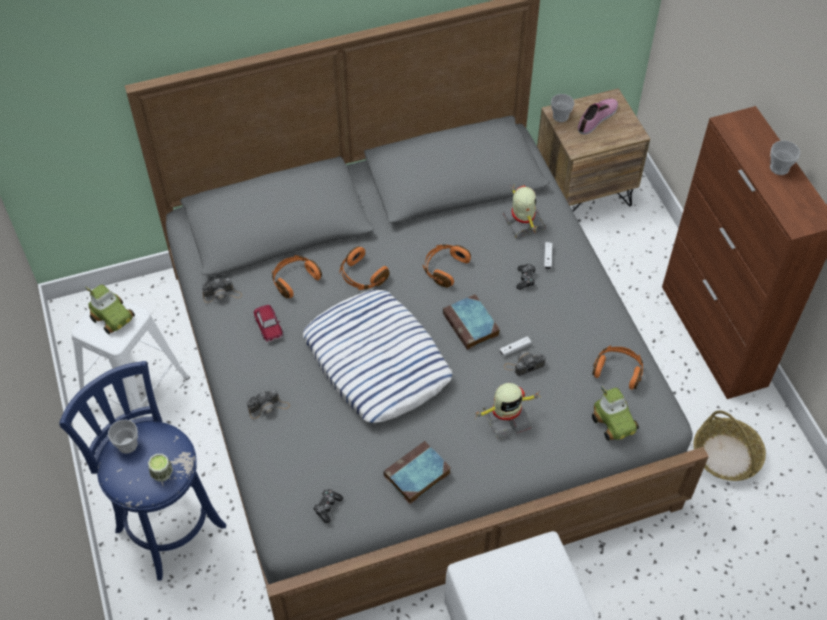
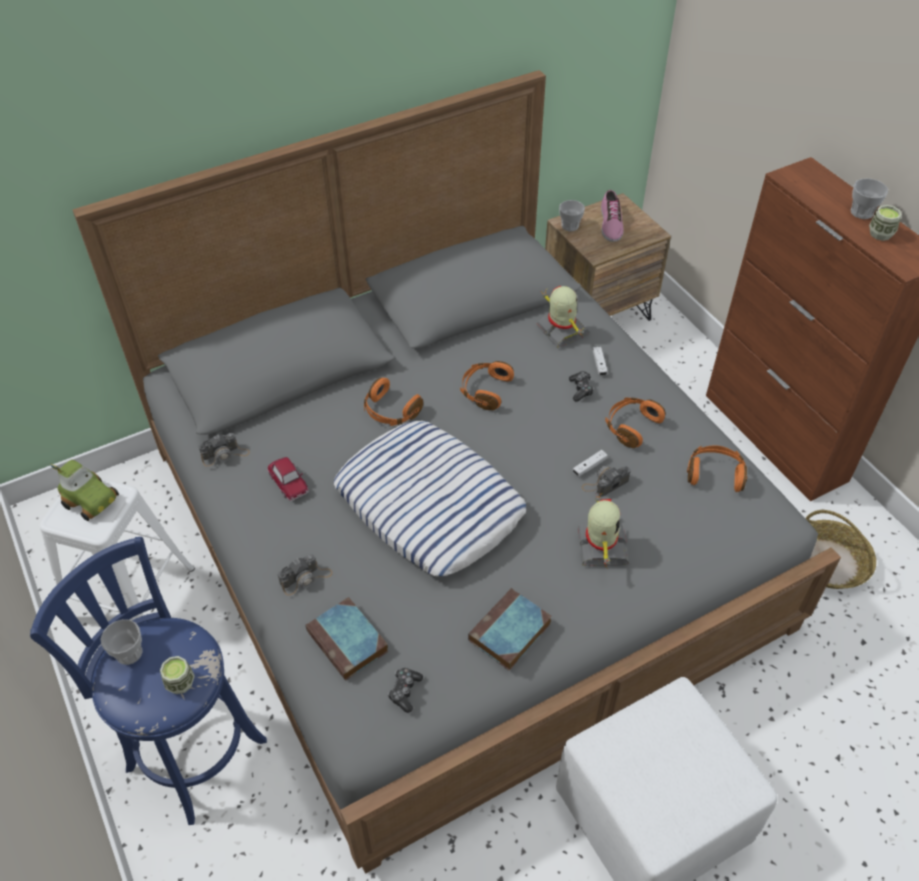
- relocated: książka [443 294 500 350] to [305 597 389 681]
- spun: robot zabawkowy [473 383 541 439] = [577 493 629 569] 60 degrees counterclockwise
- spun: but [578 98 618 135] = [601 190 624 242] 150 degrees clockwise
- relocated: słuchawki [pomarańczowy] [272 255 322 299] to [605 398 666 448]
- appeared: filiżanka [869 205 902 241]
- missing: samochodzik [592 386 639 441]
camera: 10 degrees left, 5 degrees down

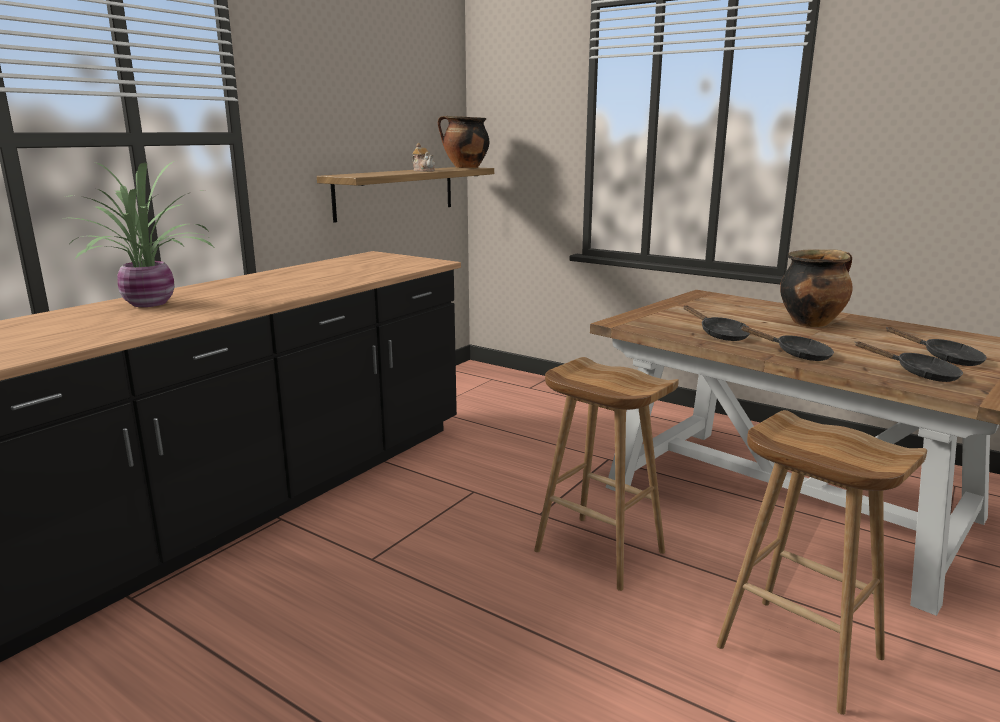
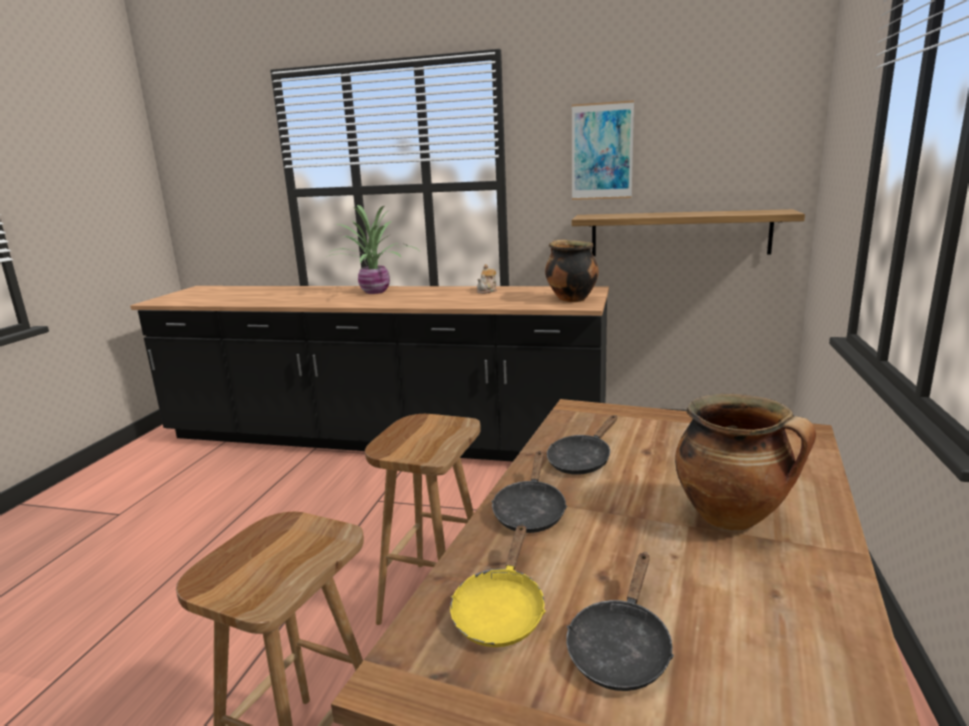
- colour: patelnia [czarny] [856 341 963 382] to patelnia [żółty] [450 524 546 647]
- relocated: imbryk [412 143 435 172] to [477 264 497 294]
- relocated: garnek [438 116 489 168] to [545 239 599 302]
- appeared: obraz [572 100 634 200]
camera: 70 degrees right, 0 degrees up

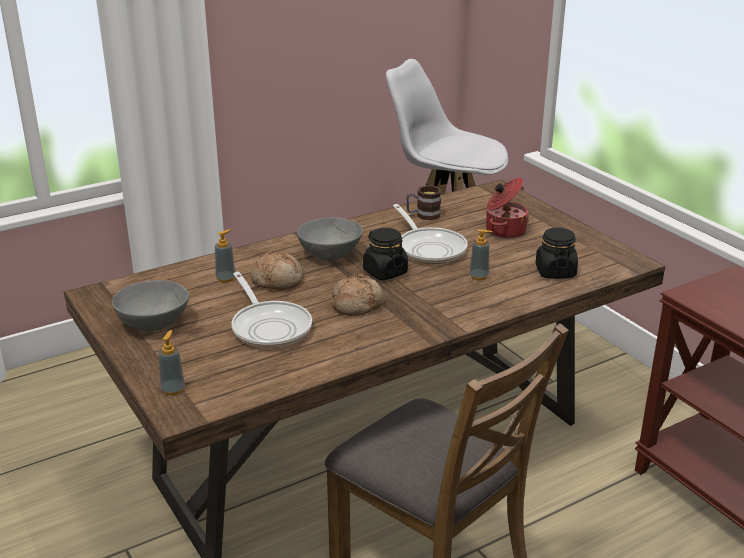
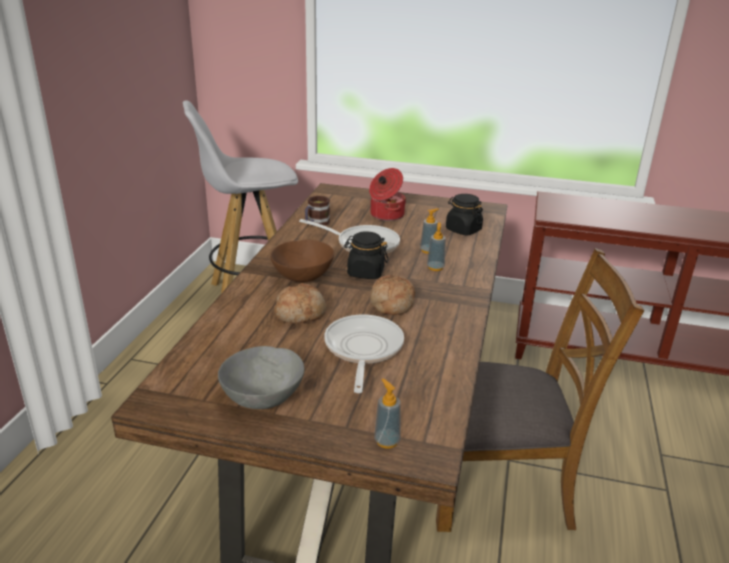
- colour: miska [szary] [297 217 363 261] to miska [brązowy] [270 240 334 282]
- spun: patelnia [231 272 312 348] = [324 315 404 393] 105 degrees counterclockwise
- relocated: dozownik mydła [215 229 235 283] to [427 222 446 271]
camera: 45 degrees left, 0 degrees up

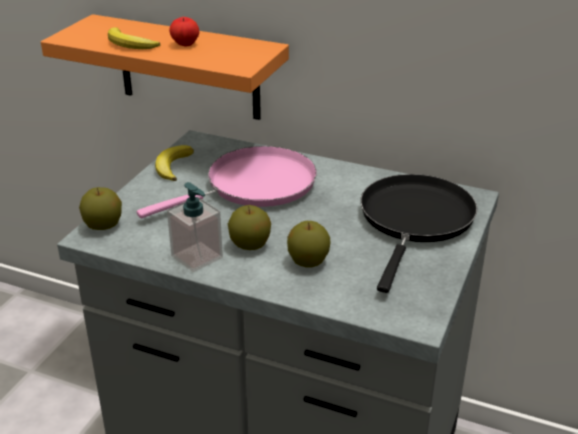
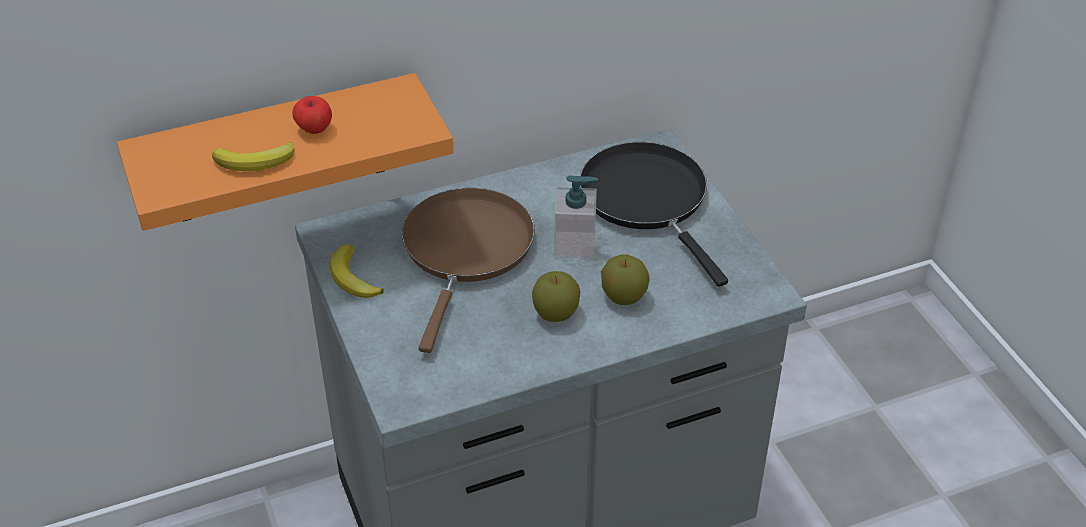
- colour: patelnia [różowy] [137 146 317 218] to patelnia [brązowy] [402 188 535 353]
- relocated: dozownik mydła [167 182 223 272] to [554 175 598 259]
- missing: jabłko [79 187 122 230]
camera: 45 degrees left, 10 degrees up

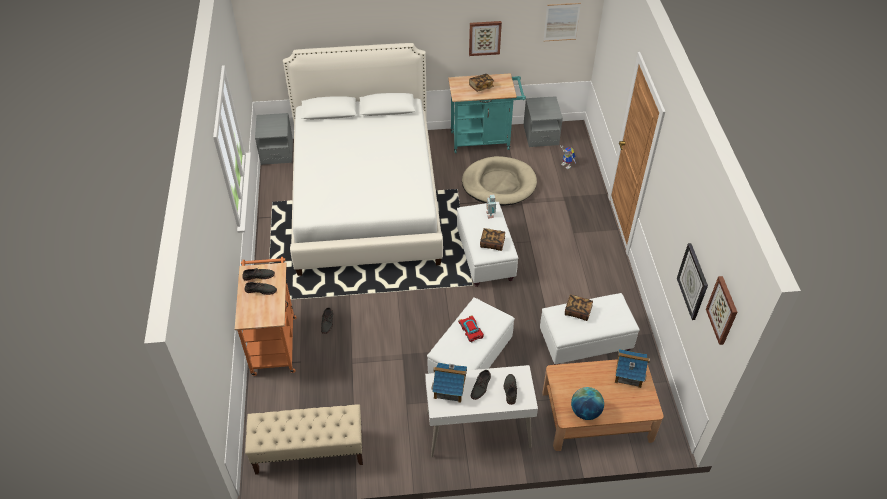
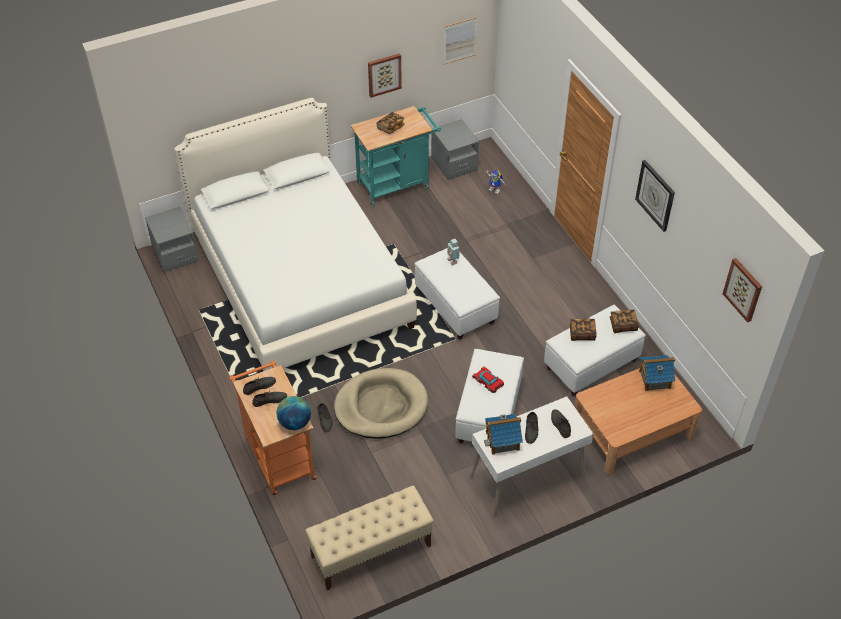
- relocated: globus [571 387 604 420] to [277 396 311 430]
- relocated: legowisko [beżowy] [462 156 537 206] to [334 368 428 439]
- relocated: książka [480 228 505 251] to [610 310 639 333]
- relocated: zegar ścienny [677 243 708 320] to [635 160 675 232]
camera: 20 degrees left, 0 degrees up

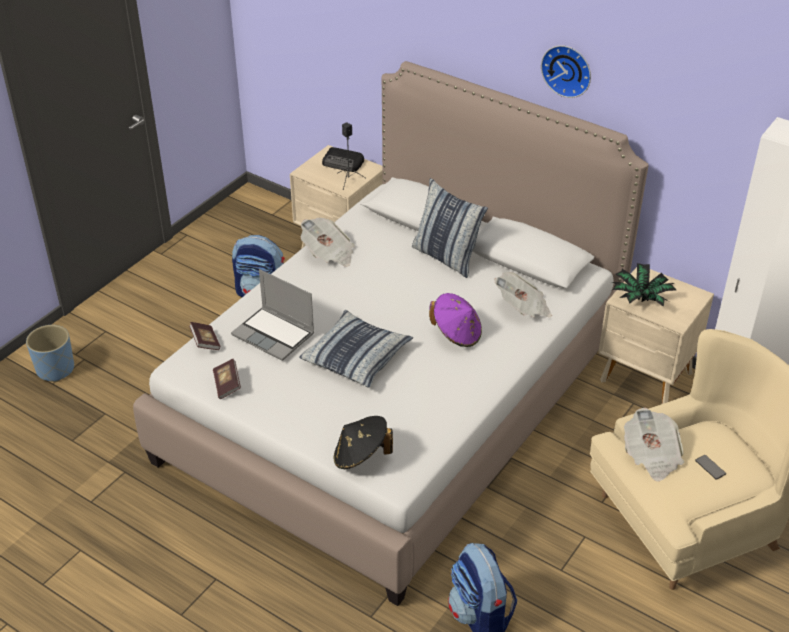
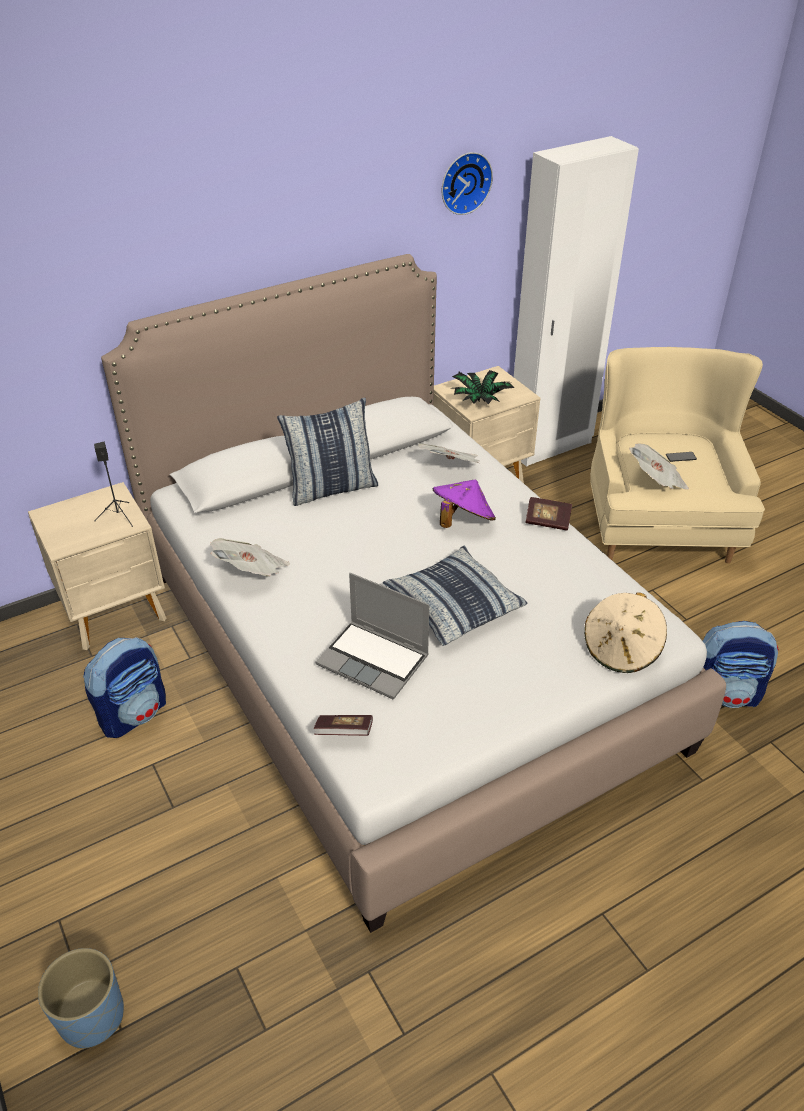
- spun: laptop [231 269 314 361] = [316 573 429 700] 60 degrees clockwise
- relocated: zegar ścienny [541 45 591 98] to [442 152 493 215]
- relocated: książka [213 359 241 399] to [526 497 572 531]
- colour: kapelusz [czarny] [334 416 393 469] to kapelusz [beżowy] [584 592 667 673]
- missing: radio [322 147 364 172]
camera: 65 degrees left, 0 degrees up

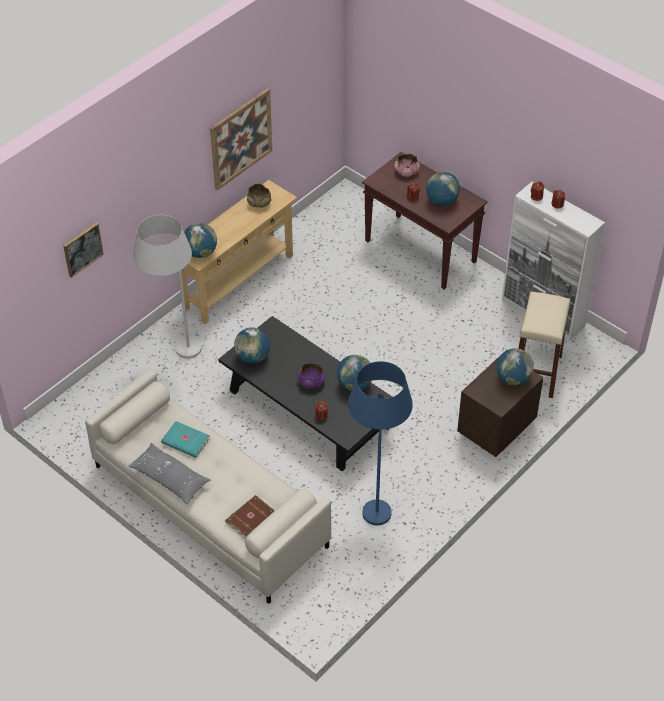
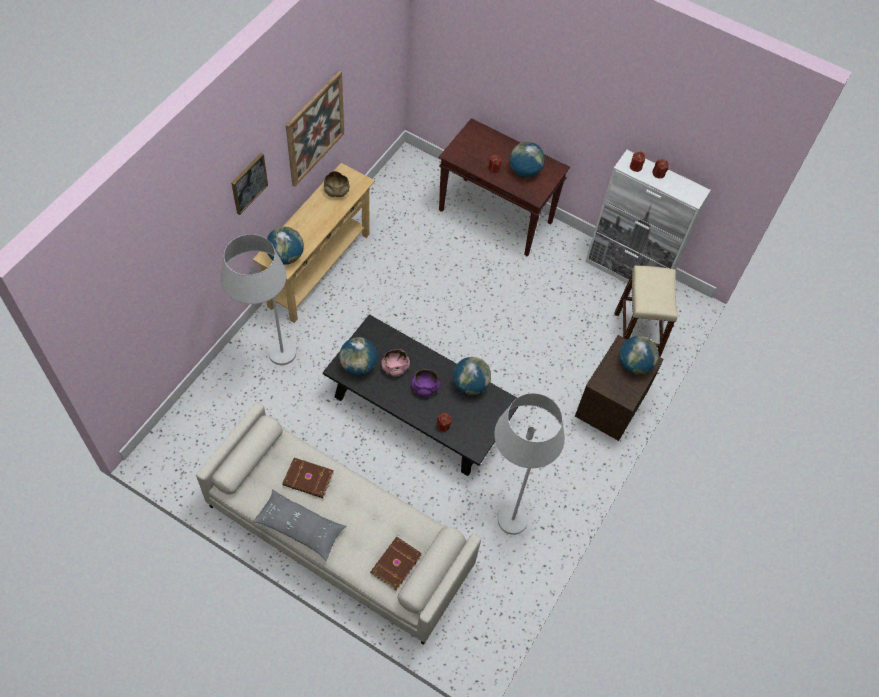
- relocated: obraz [63 222 104 278] to [231 153 268 215]
- colour: książka [turkusowy] [161 421 210 458] to książka [brązowy] [282 458 334 498]
- relocated: miska [różowy] [394 153 420 177] to [381 349 410 376]
- colour: lampa stojąca [niebieski] [348 361 413 526] to lampa stojąca [biały] [494 393 565 535]
camera: 15 degrees left, 10 degrees up

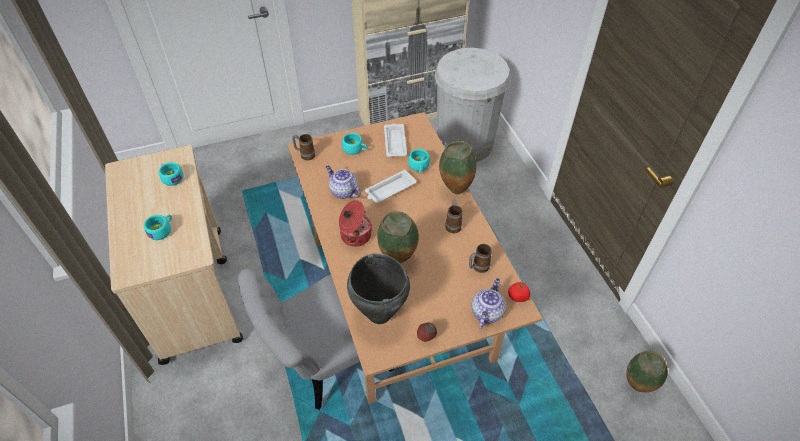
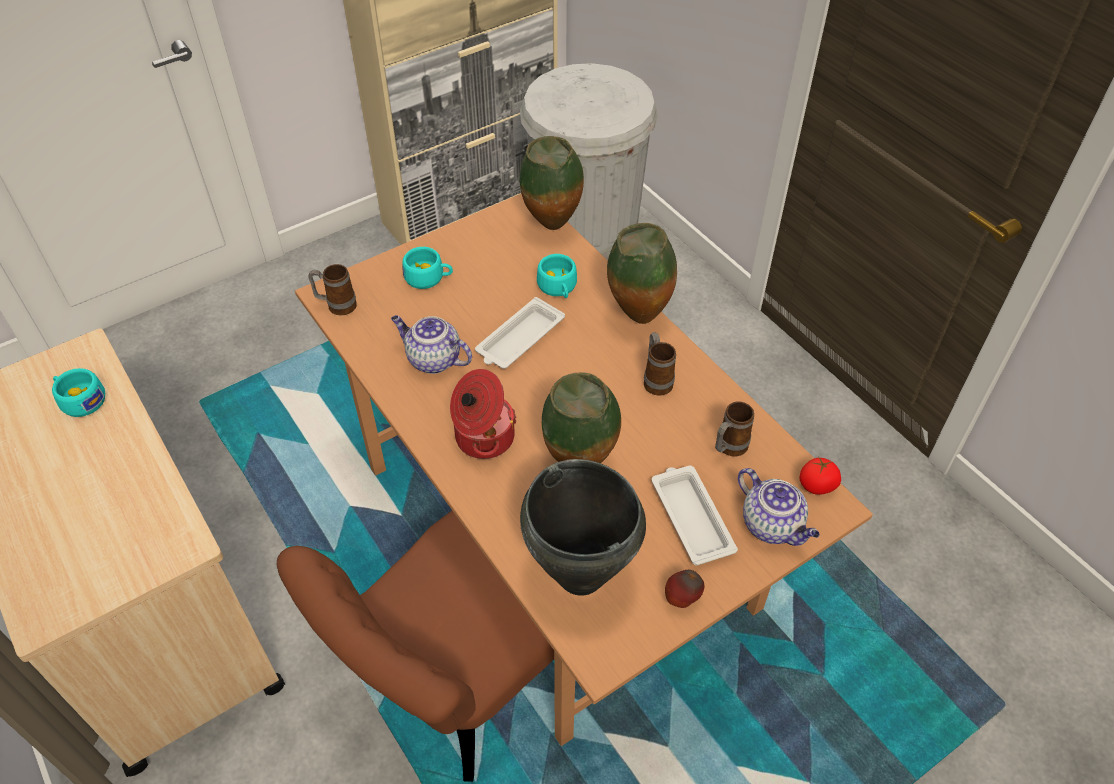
- colour: krzesło [szary] [238 268 394 410] to krzesło [brązowy] [276 511 554 782]
- relocated: wazon [626 351 668 392] to [519 136 584 230]
- relocated: taca [biały] [384 124 407 157] to [652 466 738 566]
- spun: imbryk [471 278 506 329] = [738 468 820 546] 135 degrees clockwise
- missing: filiżanka [turkusowy] [144 215 172 240]
camera: 15 degrees left, 0 degrees up

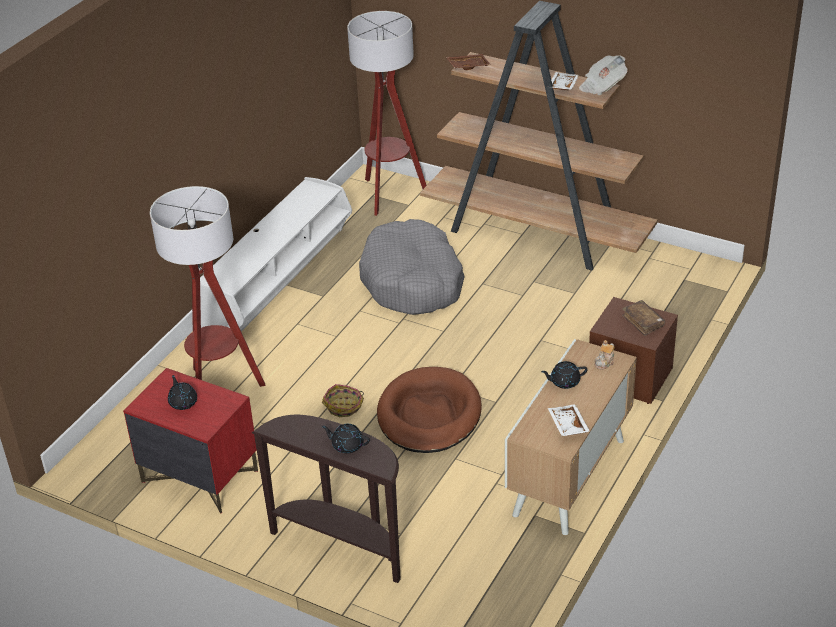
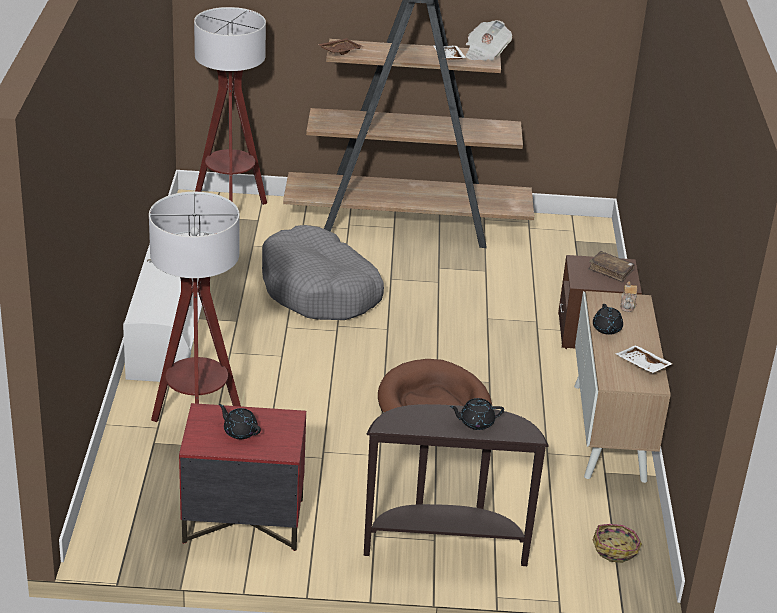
- relocated: koszyk [322 384 364 417] to [592 524 642 563]
- spun: imbryk [czarny] [541 361 587 389] = [593 304 623 335] 60 degrees counterclockwise
camera: 30 degrees left, 5 degrees down

